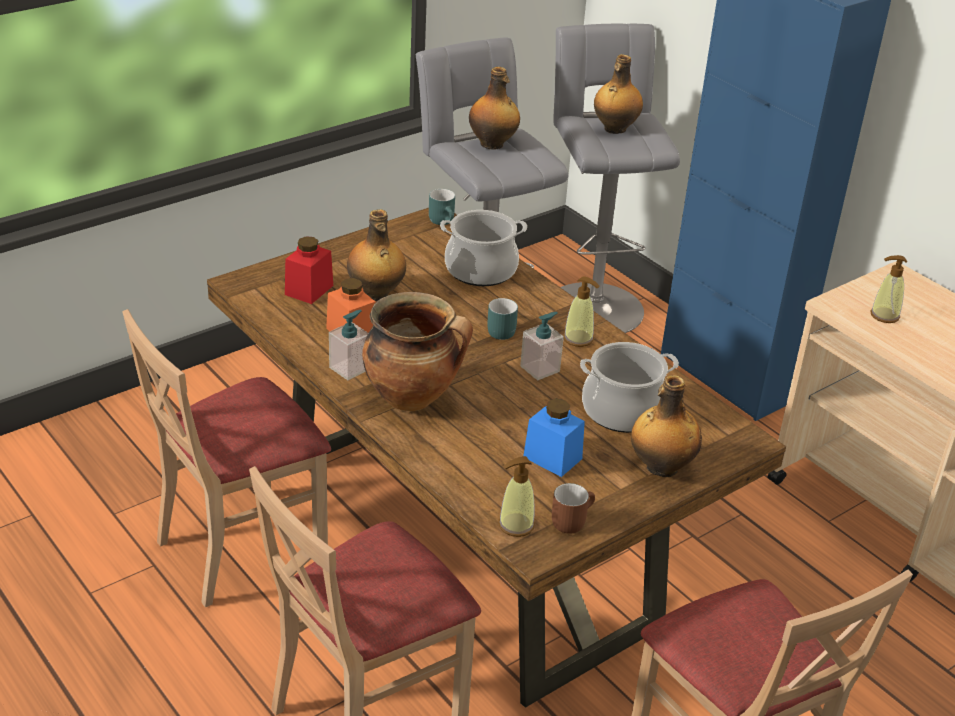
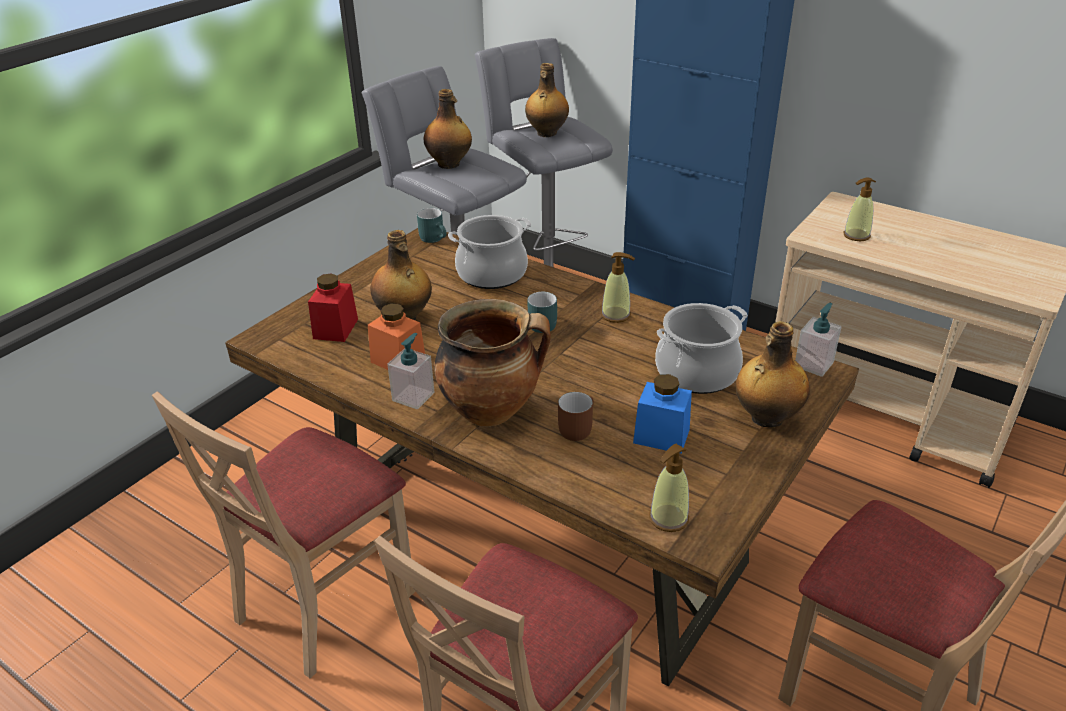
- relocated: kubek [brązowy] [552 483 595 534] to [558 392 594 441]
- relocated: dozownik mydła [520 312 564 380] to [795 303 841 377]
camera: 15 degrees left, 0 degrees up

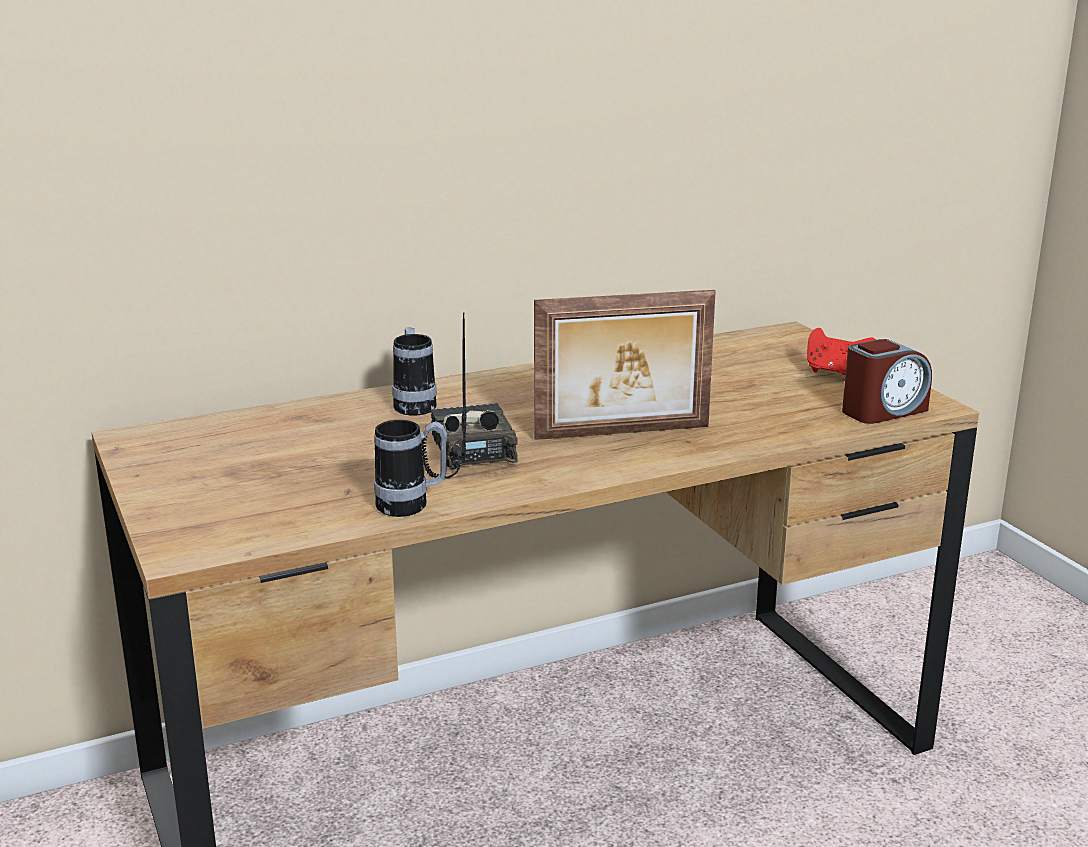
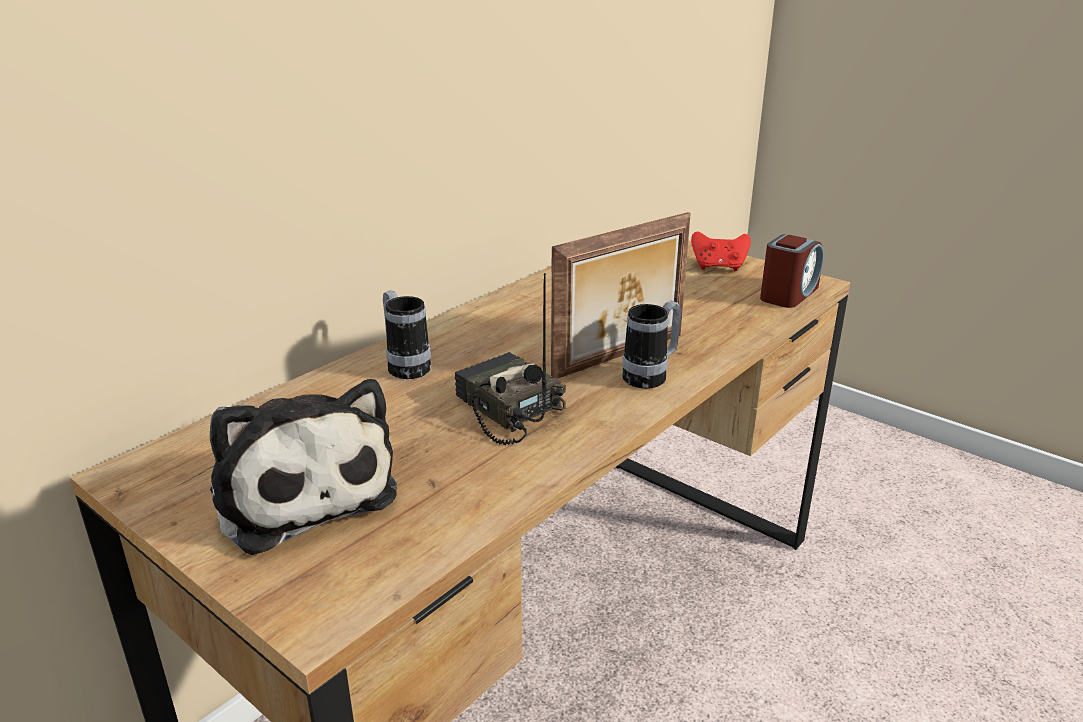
- appeared: pluszak [210 379 397 555]
- relocated: kubek [374 420 447 517] to [622 301 681 389]
camera: 25 degrees left, 5 degrees up

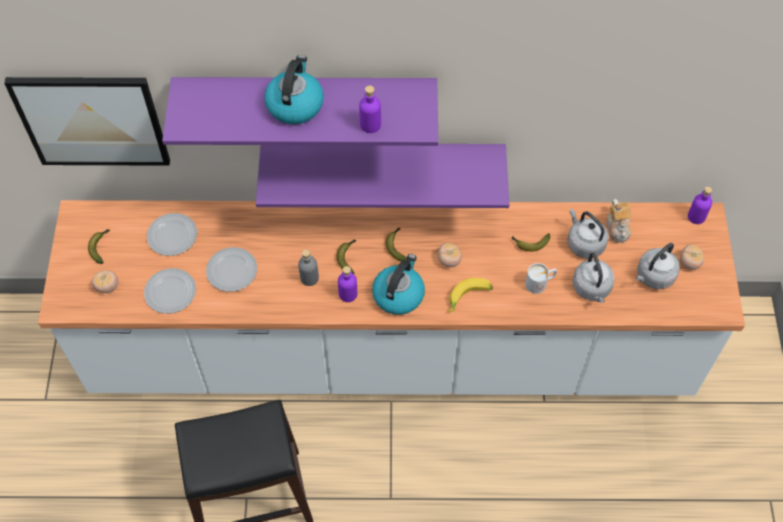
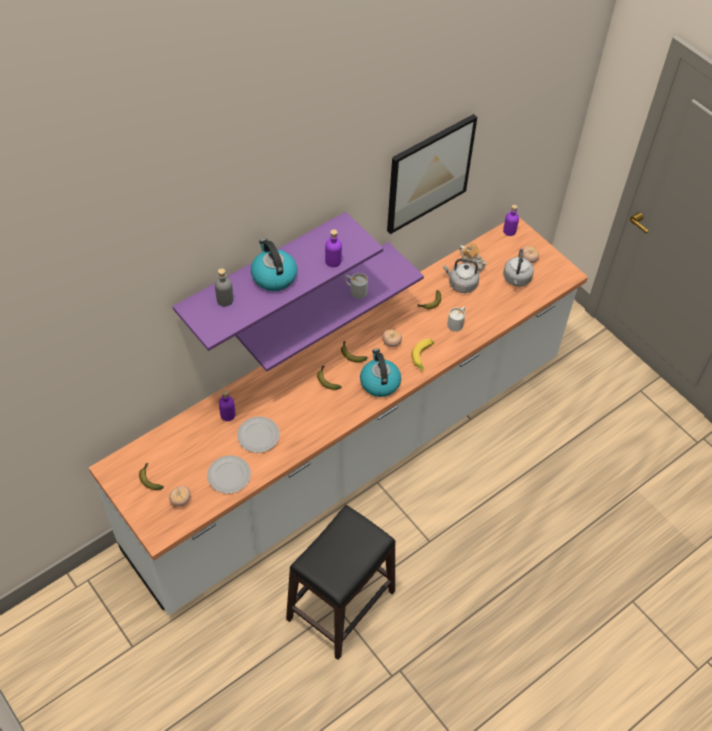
- relocated: butelka [szary] [298 249 319 286] to [215 268 234 307]
- relocated: butelka [fioletowy] [338 266 357 302] to [219 390 235 421]
- appeared: kubek [biały] [345 273 368 299]
- relocated: obraz [4 77 170 166] to [387 114 477 234]
- missing: talerz [147 213 197 256]
- missing: czajnik [szary] [572 253 615 303]
camera: 40 degrees left, 5 degrees down

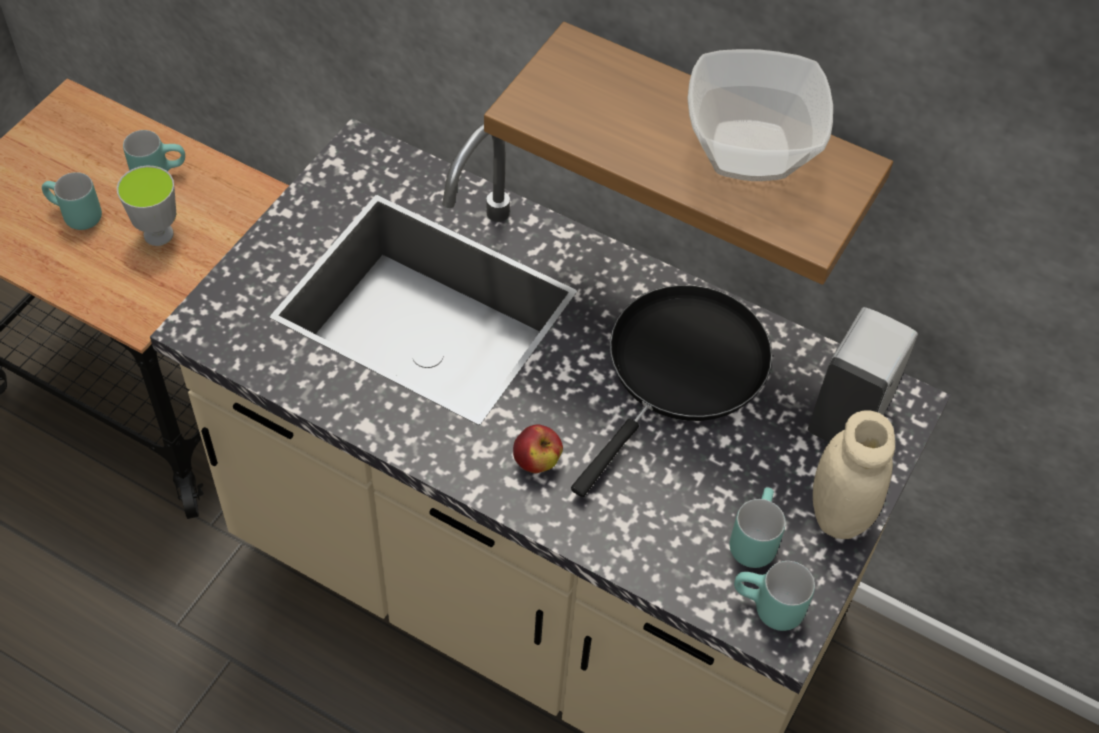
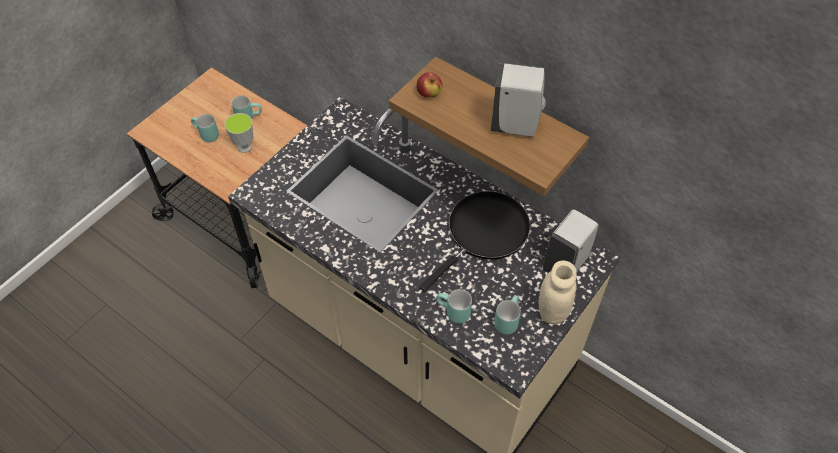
- relocated: jabłko [513 424 563 473] to [417 72 442 98]
- relocated: kubek [turkusowy] [734 561 815 631] to [436 289 472 324]
- exchanged: miska [687 49 833 181] to dozownik mydła [biały] [491 63 546 137]
camera: 10 degrees right, 0 degrees up

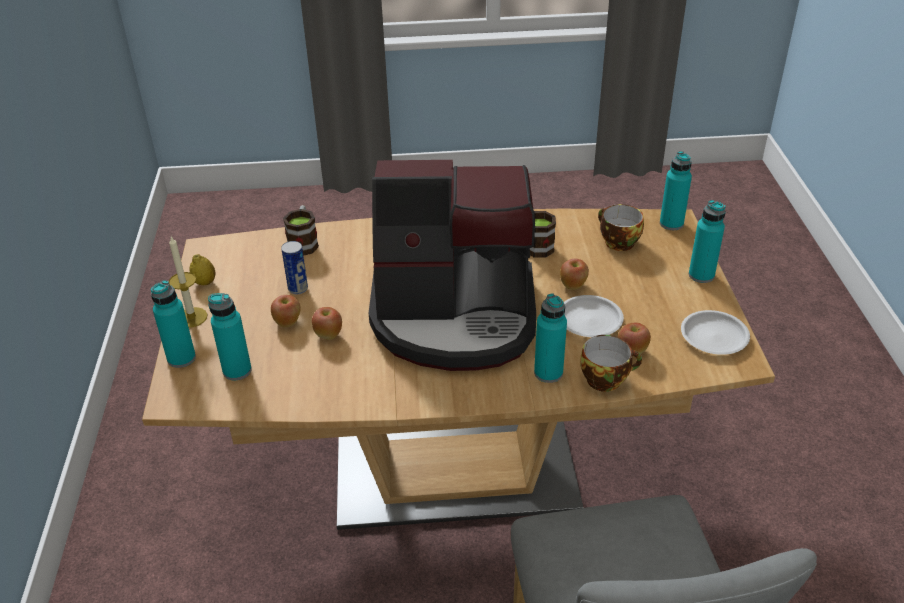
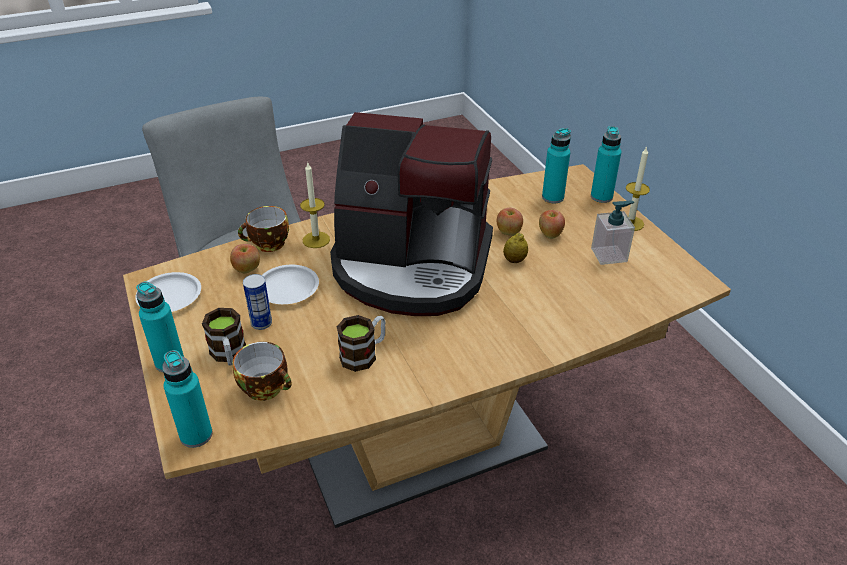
- relocated: kubek [283 205 319 256] to [202 308 246 366]
- relocated: puszka [281 241 308 294] to [243 274 272 330]
- exchanged: butelka [turkusowy] [534 293 567 383] to świeca [300 163 330 248]
- spun: ekspres do kawy [369 160 536 371] = [330 112 493 316] 150 degrees counterclockwise
- relocated: cytryna [189 254 216 285] to [503 233 528 263]
- appeared: dozownik mydła [591 201 635 265]
- missing: jabłko [560 259 589 290]
camera: 160 degrees right, 0 degrees up

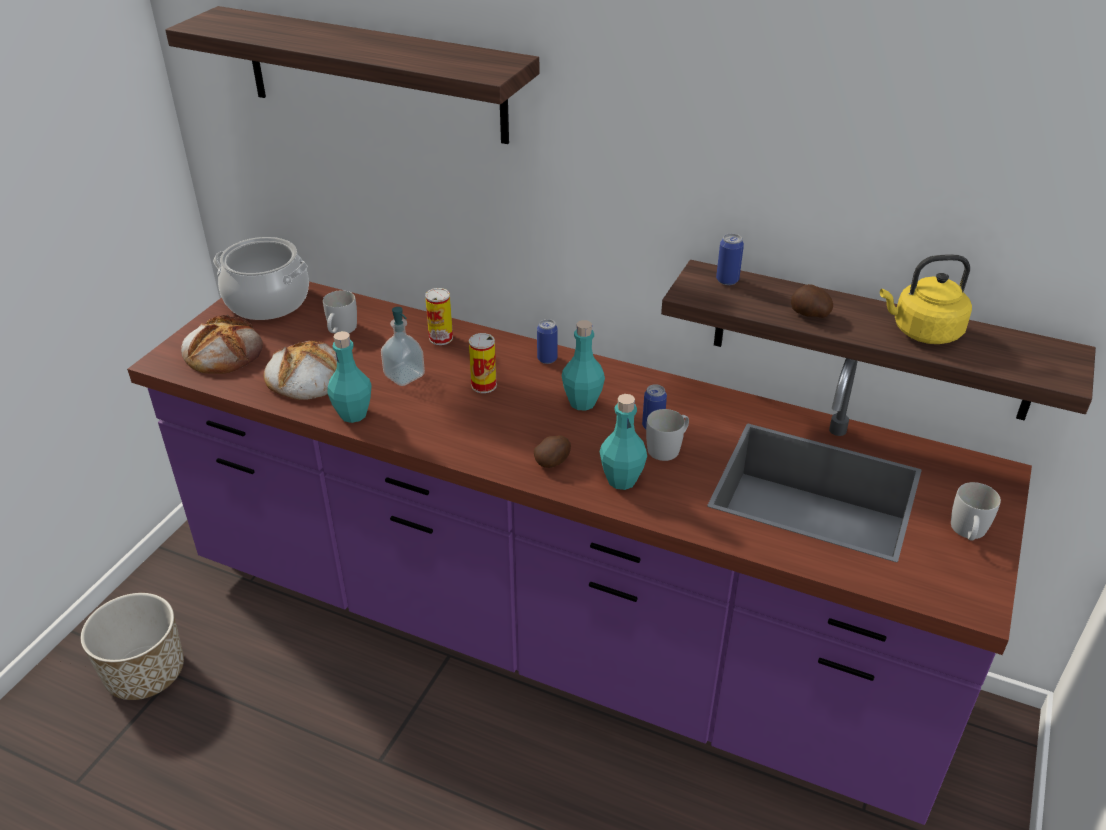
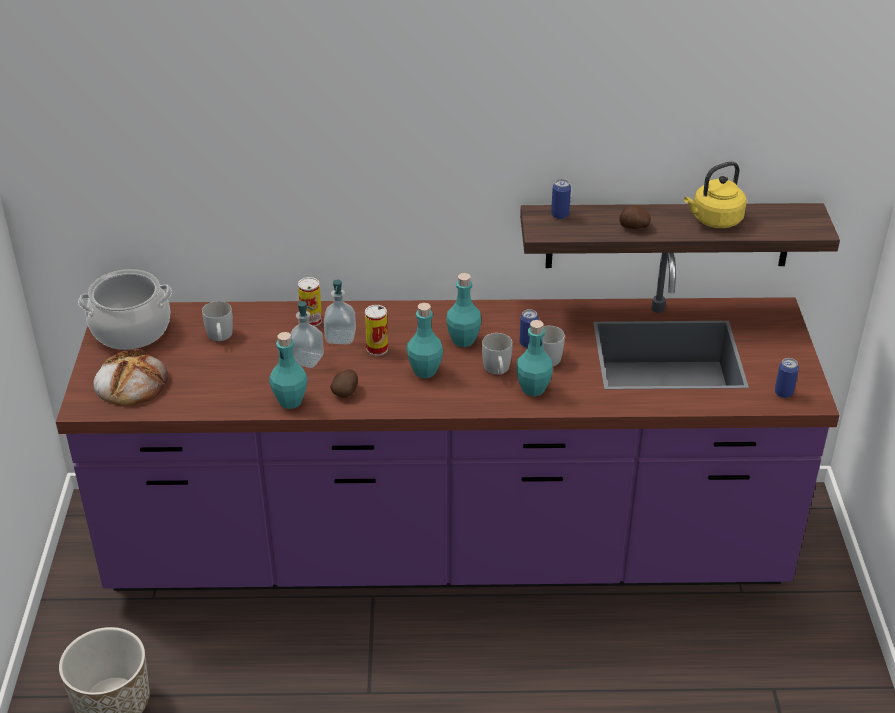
- appeared: dozownik mydła [324 280 356 345]
- relocated: ziemniak [534 435 571 468] to [330 369 358 398]
- appeared: butelka [turkusowy] [406 303 443 378]
- relocated: kubek [biały] [951 482 1001 541] to [482 333 512 375]
- relocated: puszka [537 319 558 364] to [775 358 799 398]
- missing: półka [165 6 539 144]
- missing: chleb [264 340 337 400]
camera: 25 degrees left, 0 degrees up

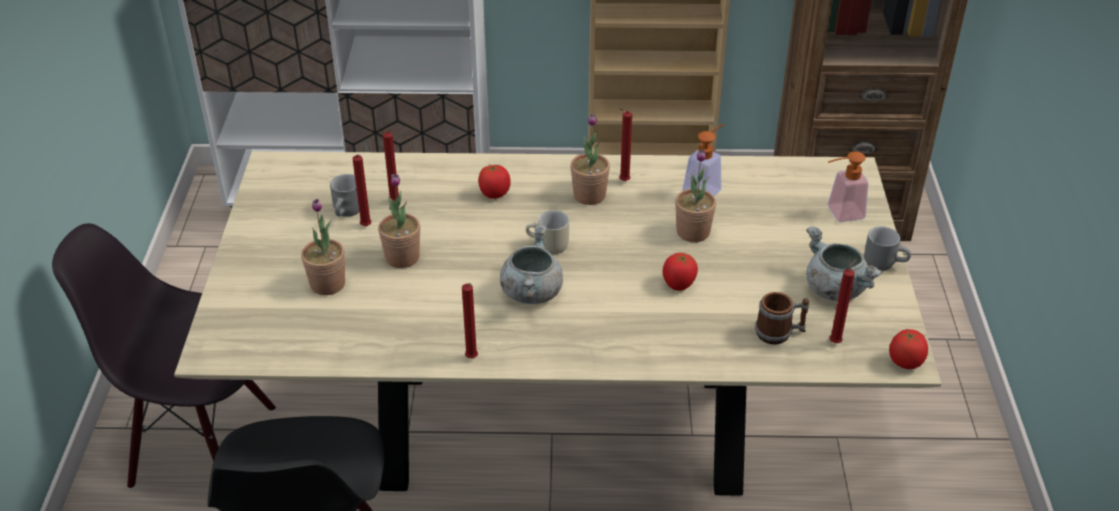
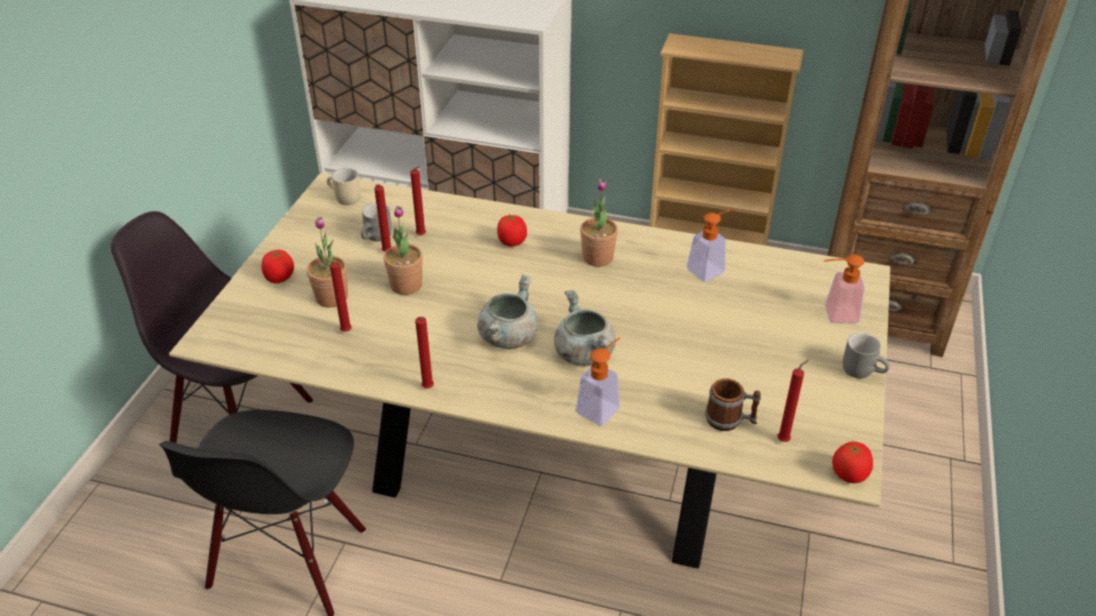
- relocated: pomidor [662 253 698 291] to [262 250 294 283]
- relocated: świeca [czerwony] [619 108 632 181] to [323 258 352 332]
- relocated: kubek [beżowy] [526 210 569 254] to [327 168 361 205]
- relocated: garnek [szary] [806 226 883 301] to [554 290 616 366]
- appeared: dozownik mydła [576 337 620 426]
- missing: roślina doniczkowa [675 149 716 242]
camera: 15 degrees right, 0 degrees up

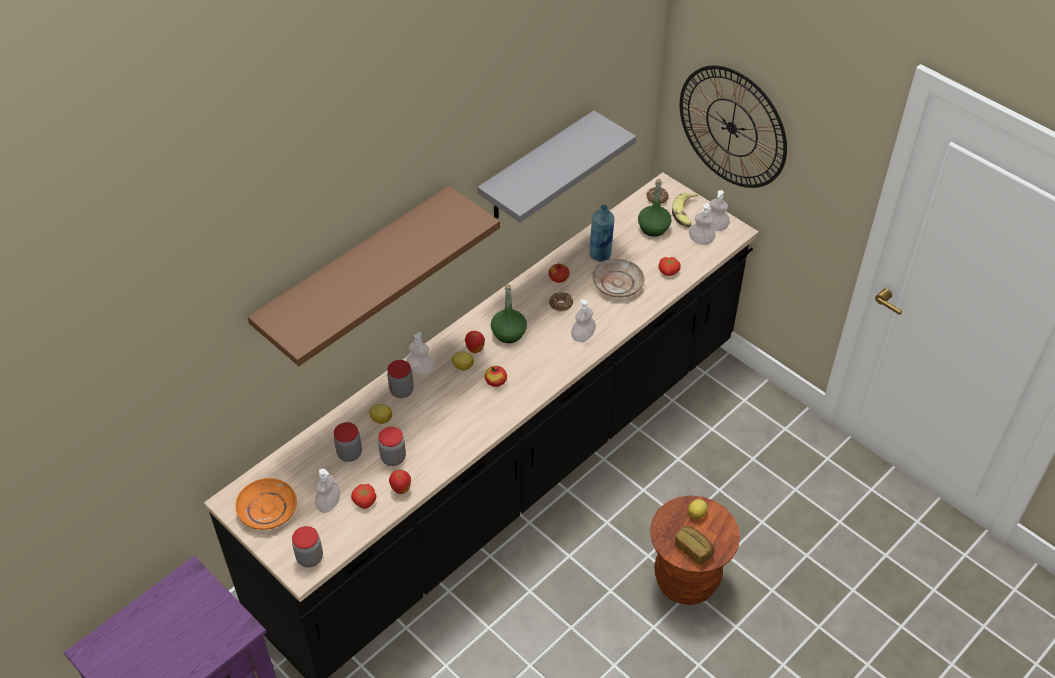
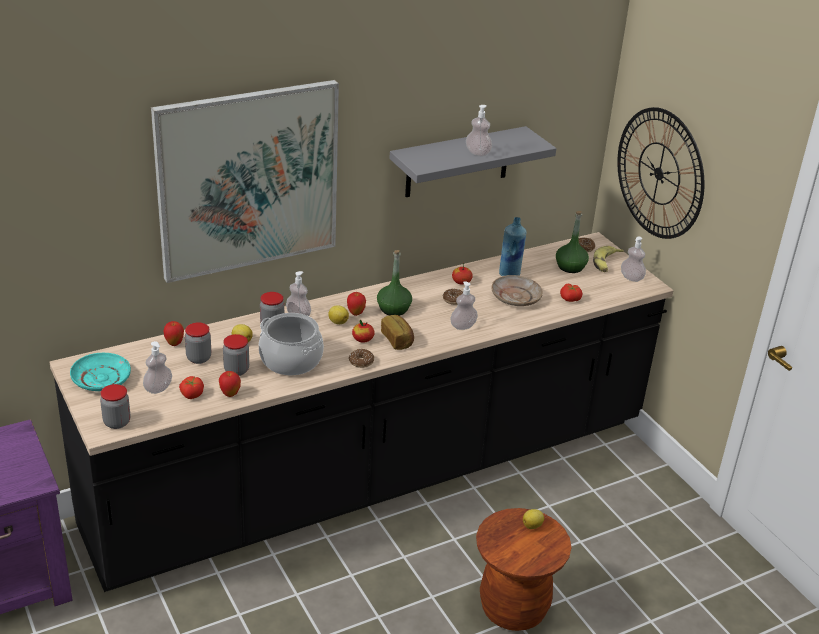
- colour: talerz [pomarańczowy] [236 478 297 530] to talerz [turkusowy] [70 353 131 391]
- exchanged: półka [brązowy] [248 186 500 366] to obraz [151 80 339 283]
- appeared: jabłko [163 321 184 346]
- appeared: garnek [259 313 324 375]
- appeared: donut [349 349 374 368]
- relocated: chleb [674 526 714 565] to [381 315 414 350]
- relocated: dozownik mydła [689 203 716 245] to [466 105 492 156]
camera: 15 degrees right, 15 degrees down

